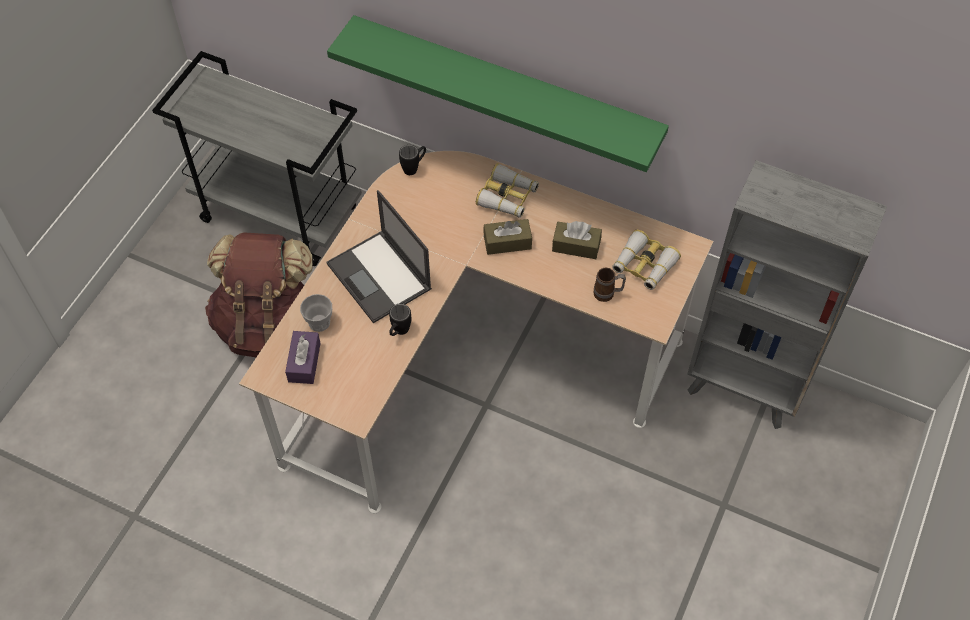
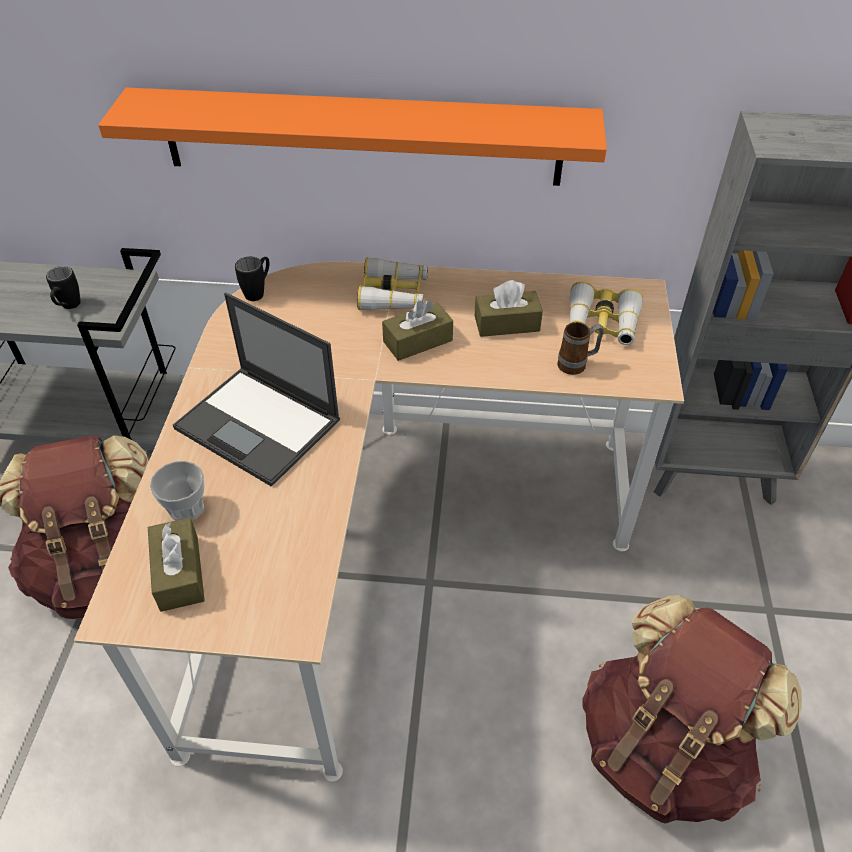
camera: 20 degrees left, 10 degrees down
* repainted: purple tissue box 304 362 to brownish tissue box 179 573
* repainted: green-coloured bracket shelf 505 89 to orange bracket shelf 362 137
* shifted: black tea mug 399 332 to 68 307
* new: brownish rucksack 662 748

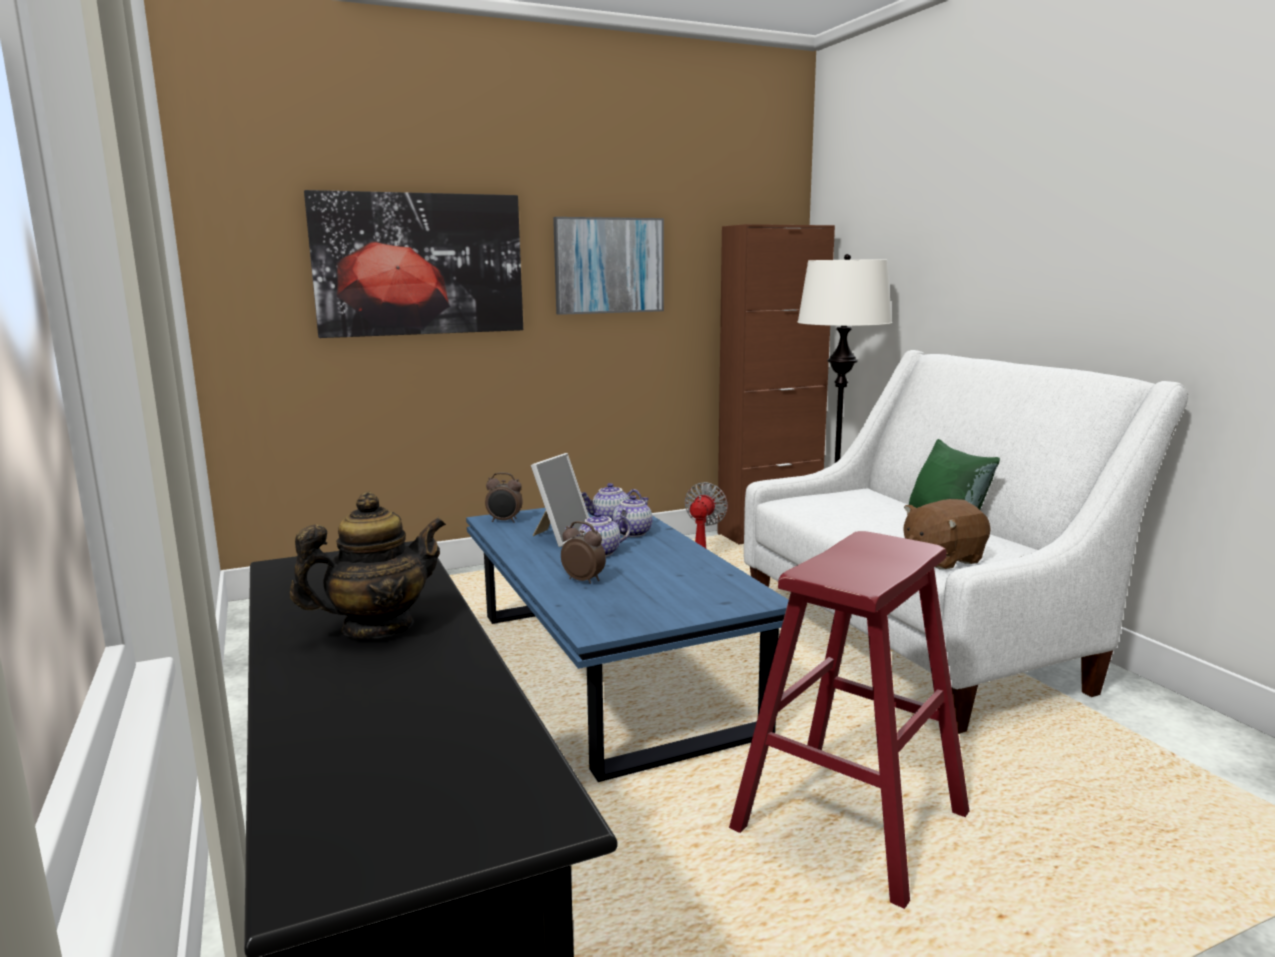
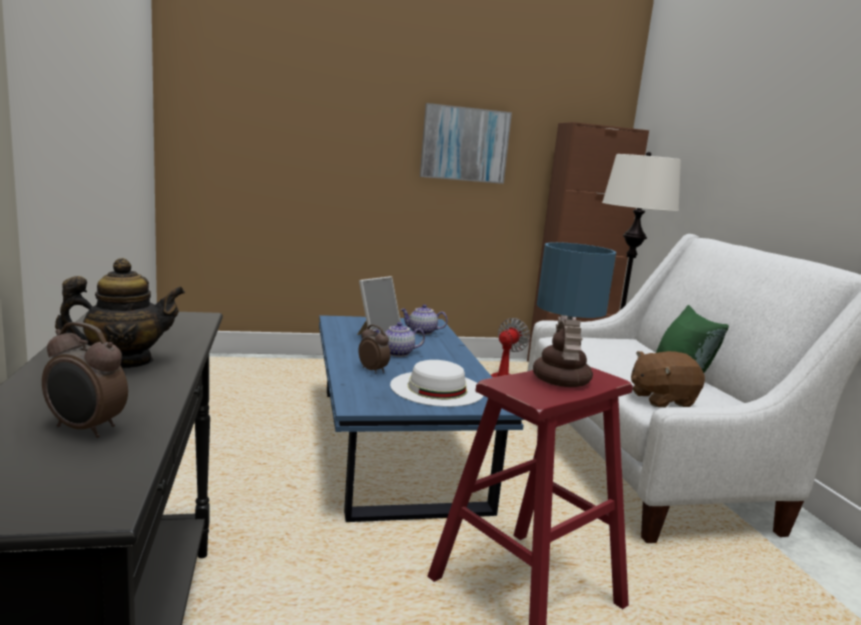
camera: 10 degrees right, 0 degrees up
* gone: picture 419 264
* shifted: table clock 504 521 to 85 429
* gone: pot for tea 632 533
* new: white clothing hat 437 388
* new: table lamp 559 378

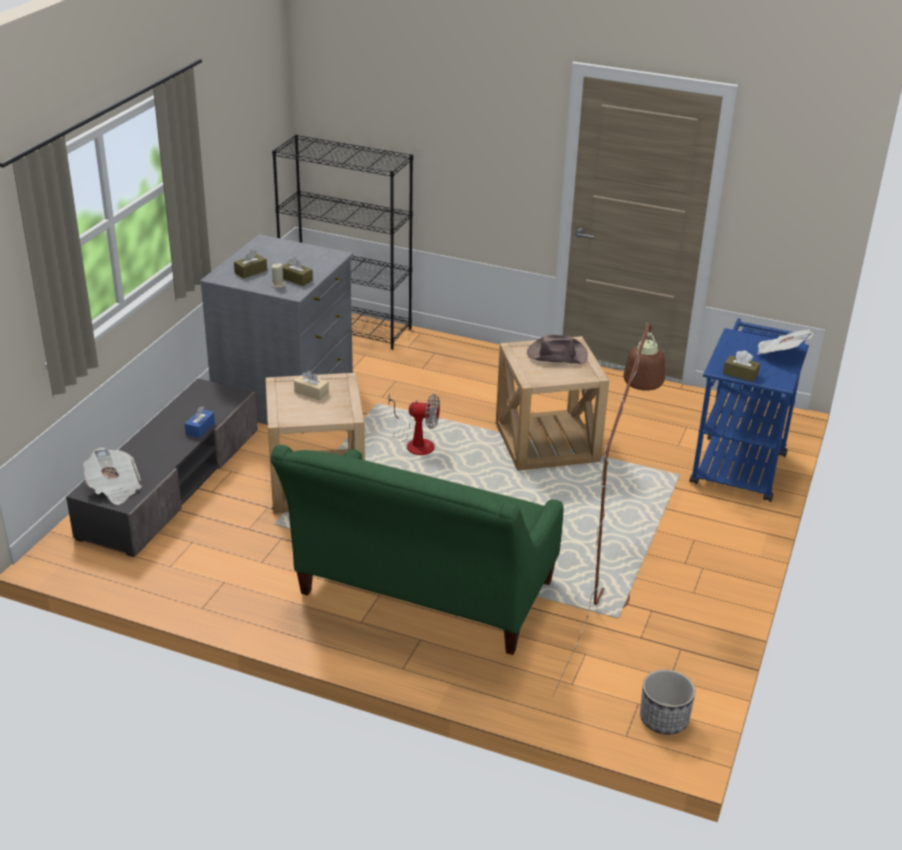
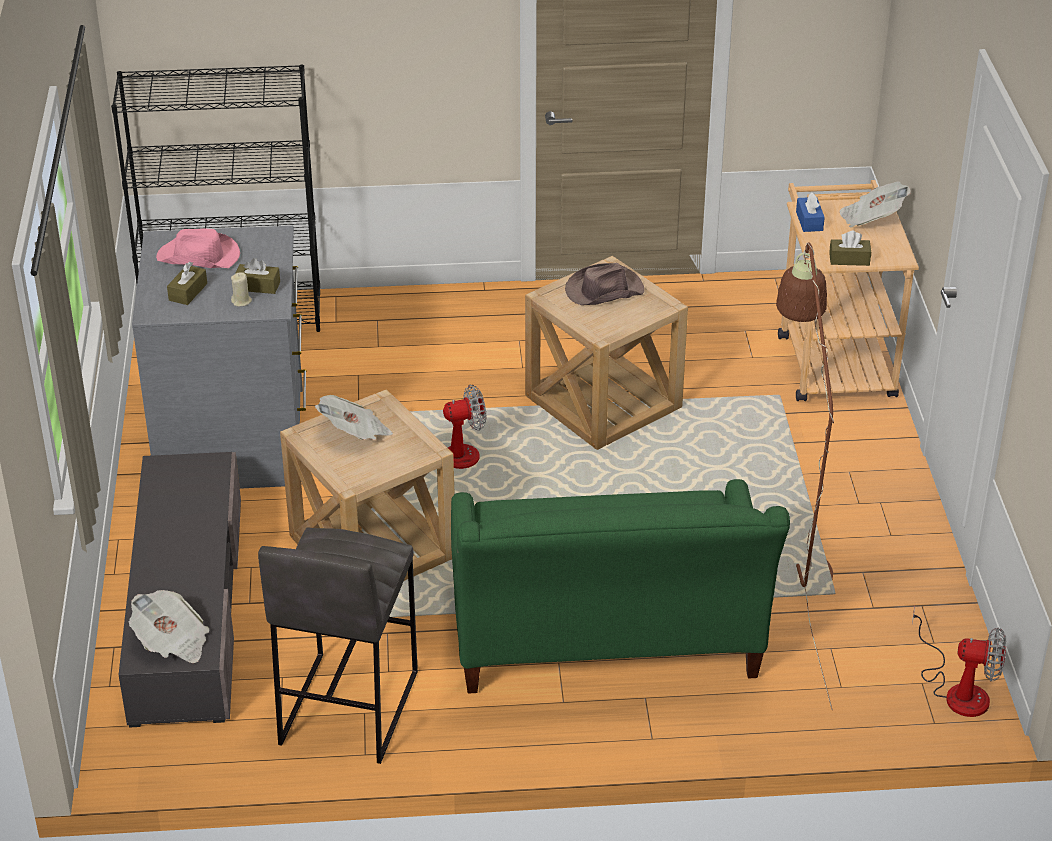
camera: 25 degrees left, 5 degrees up
* shifted: blue tissue box 200 428 to 809 221
* swapped: sand-coloured tissue box 311 392 to printed paper 355 434
* swapped: flower pot 663 719 to cooling fan 958 690
* repainted: blue cart 740 463 to sand-coloured cart 833 358
* new: pink-coloured clothing hat 199 257
* new: grey stool 347 708

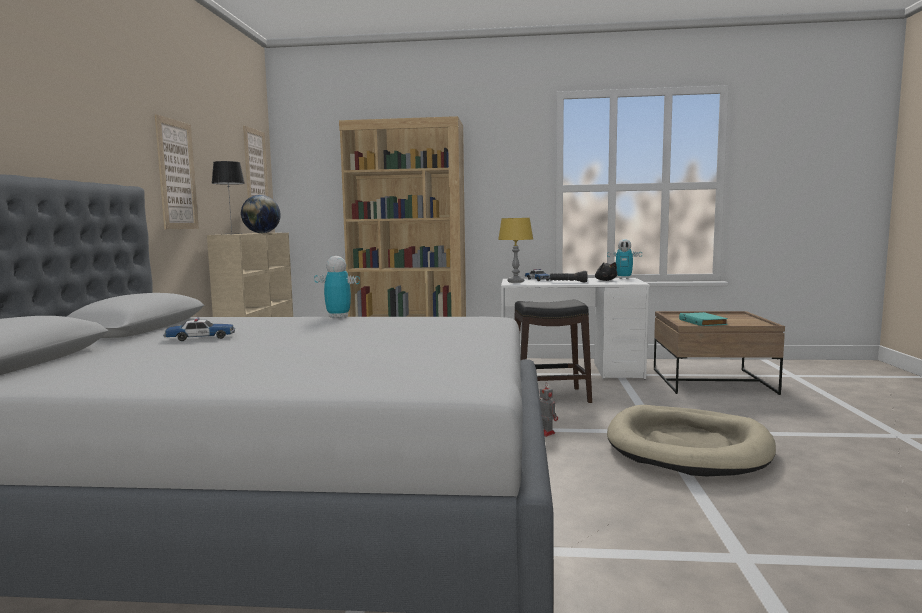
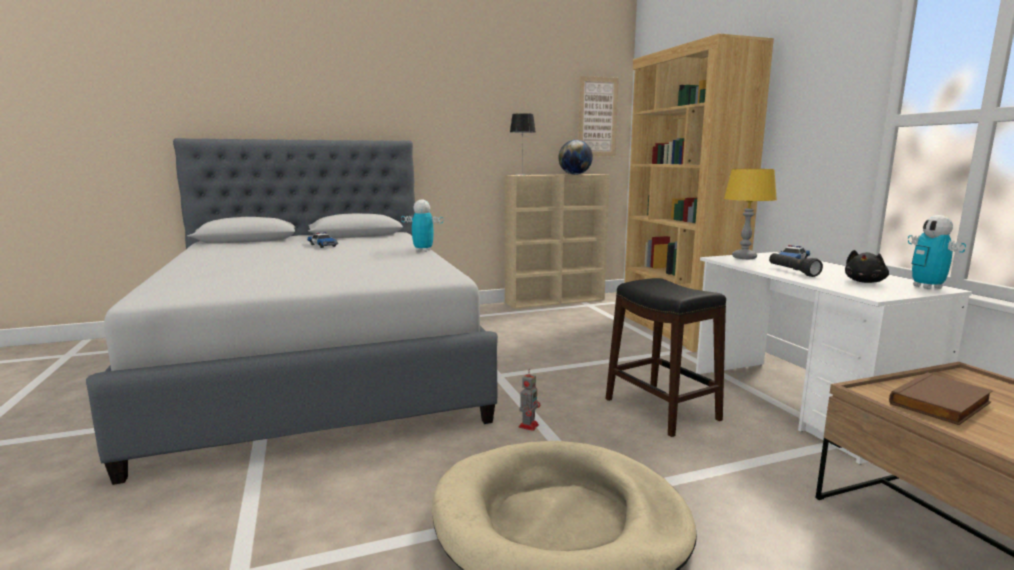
camera: 65 degrees right, 5 degrees up
* gone: picture 177 175
* rotated: model robot 338 316 = 423 250 75 degrees counterclockwise
* repainted: turquoise volume 704 322 to brownish volume 942 404

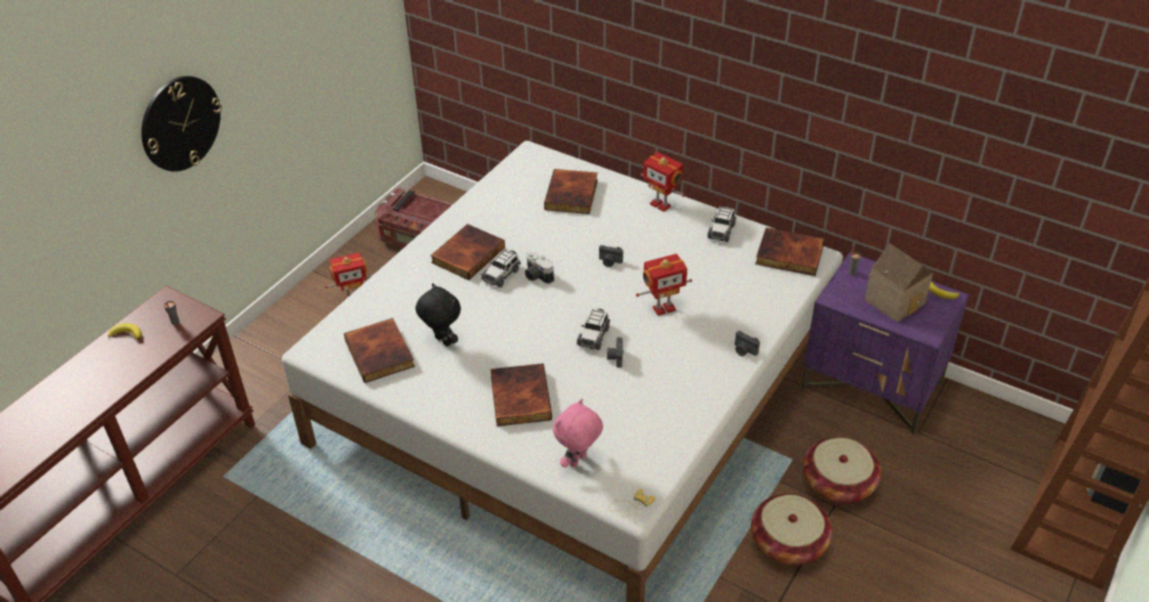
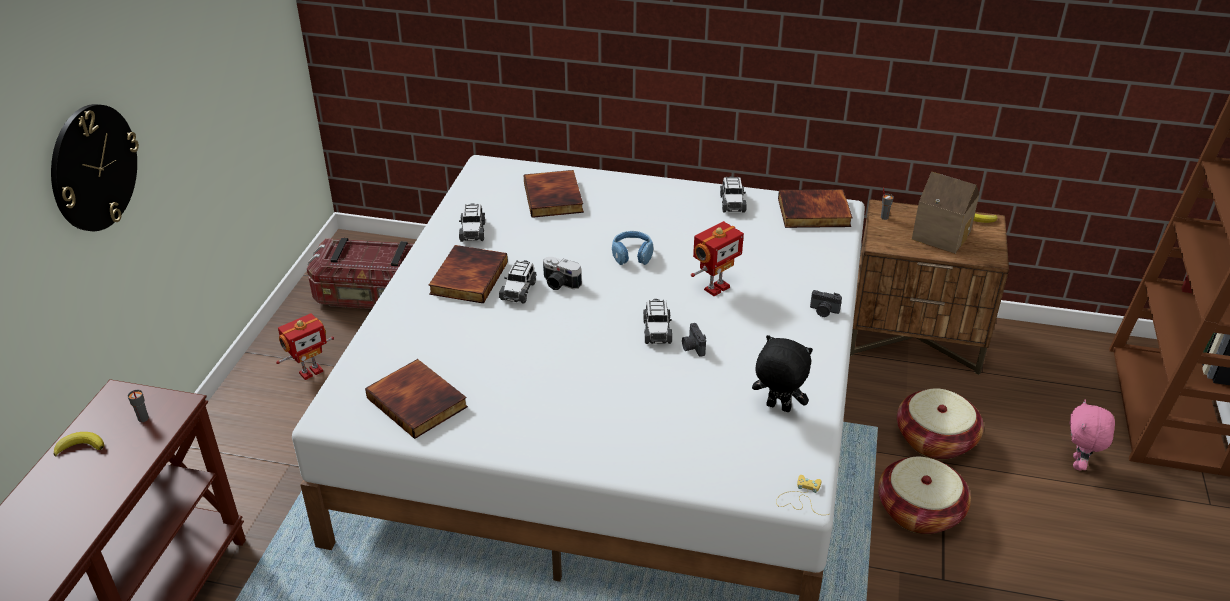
camera: 20 degrees left, 5 degrees down
* shifted: black soft toy 441 341 to 777 408
* gone: volume 519 397
* shifted: pink-coloured soft toy 578 461 to 1079 464
* swapped: still camera 609 262 to blue pair of headphones 632 254
* gone: model robot 661 204
* repainted: purple bedside table 873 386 to brownish bedside table 915 338
* new: model car 472 231

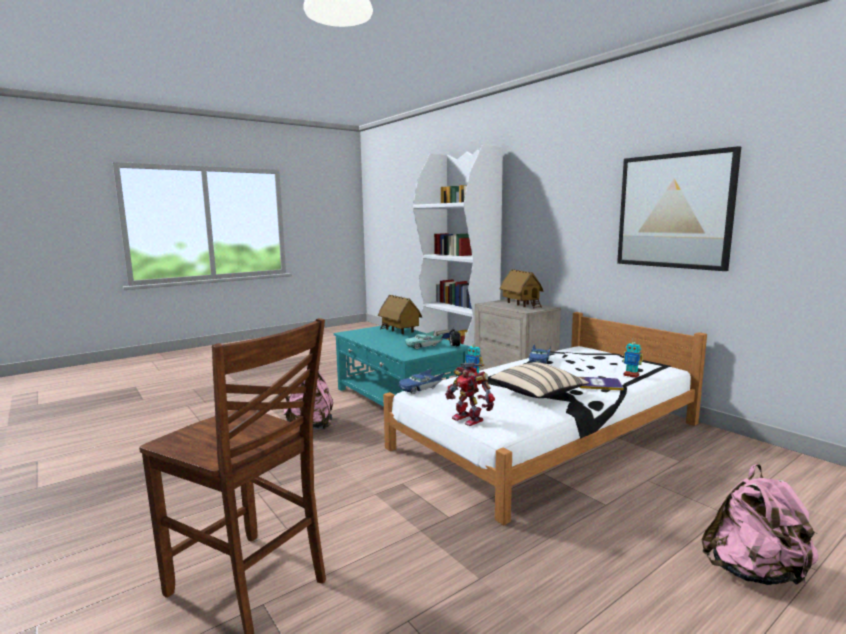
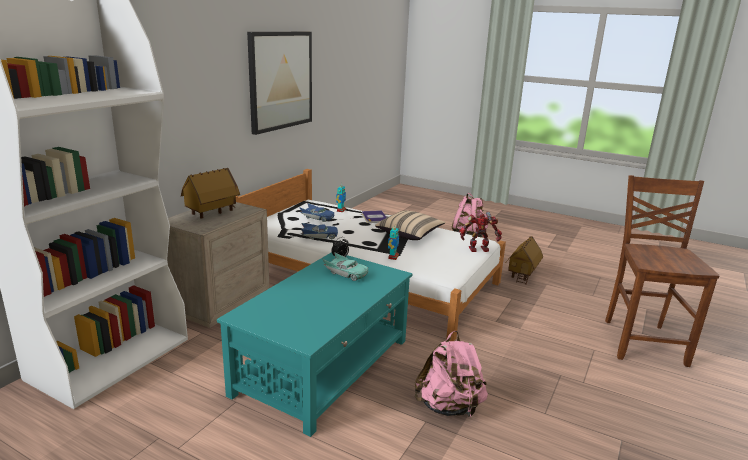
camera: 115 degrees left, 10 degrees up
* shifted: miniature house 399 331 to 522 274
* shifted: blue model car 420 388 to 317 217
* rotated: model robot 469 419 = 479 250 120 degrees counterclockwise

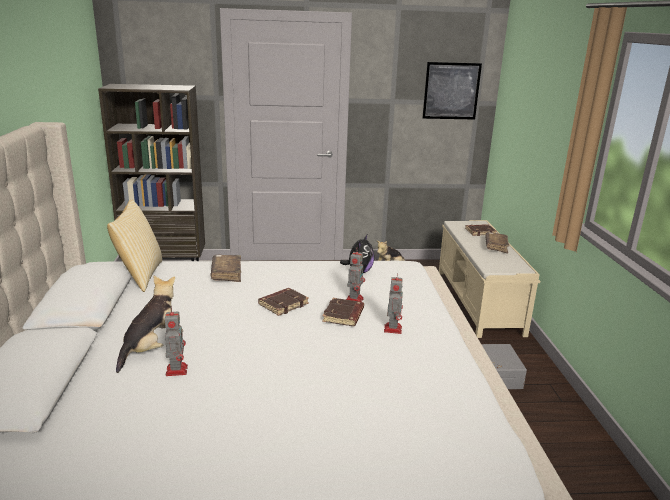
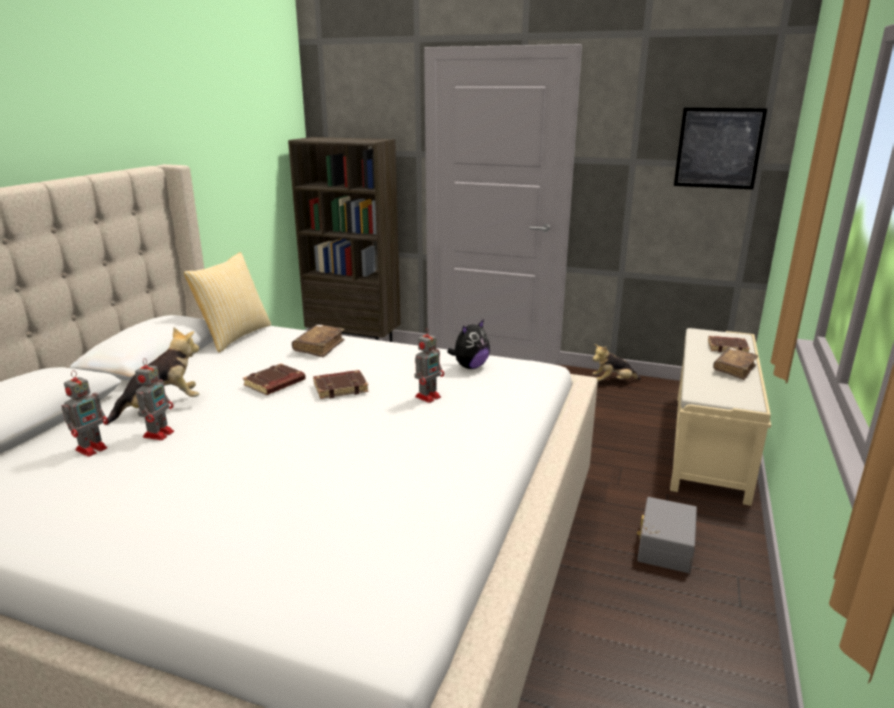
camera: 25 degrees right, 0 degrees up
* shifted: brownish volume 344 316 to 275 384
* shifted: model robot 392 328 to 93 448

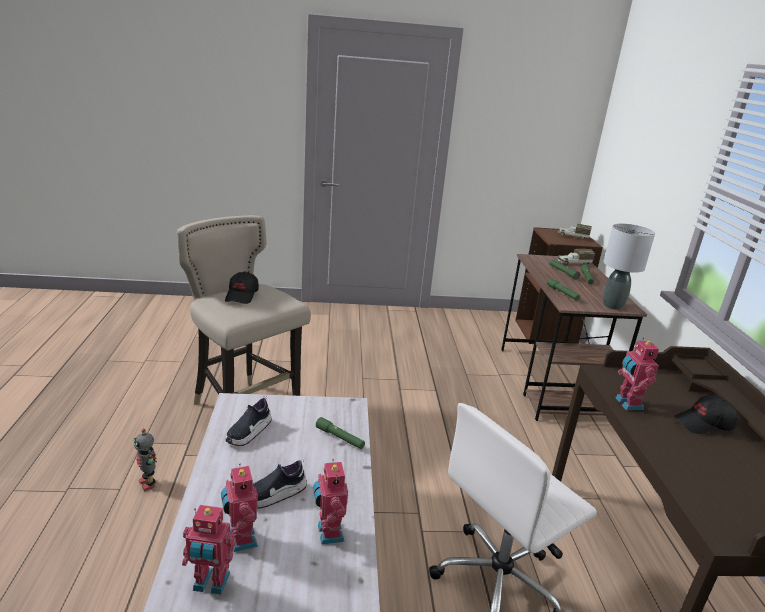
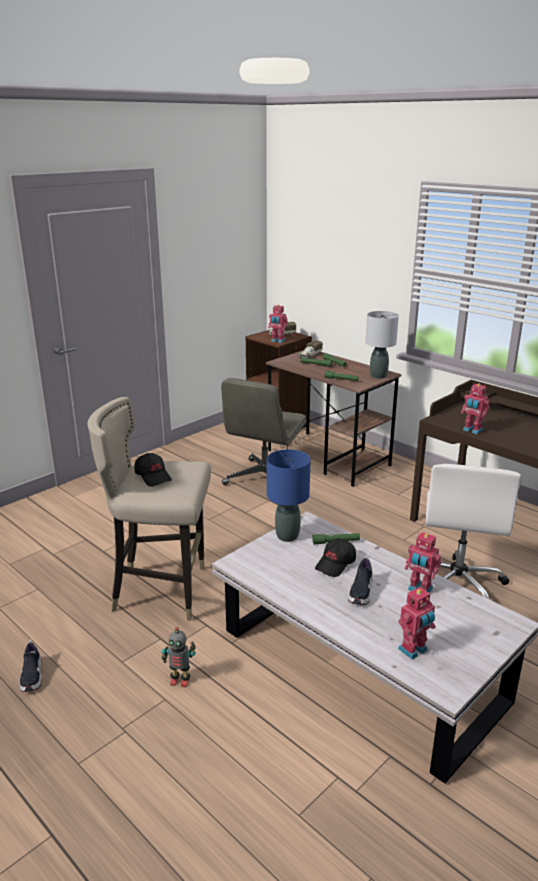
camera: 40 degrees left, 0 degrees up
* shifted: model robot 240 539 to 277 341
* shifted: shoe 249 432 to 32 676
* shifted: black cap 704 424 to 336 564
* new: grey desk chair 264 478
* new: blue table lamp 288 536

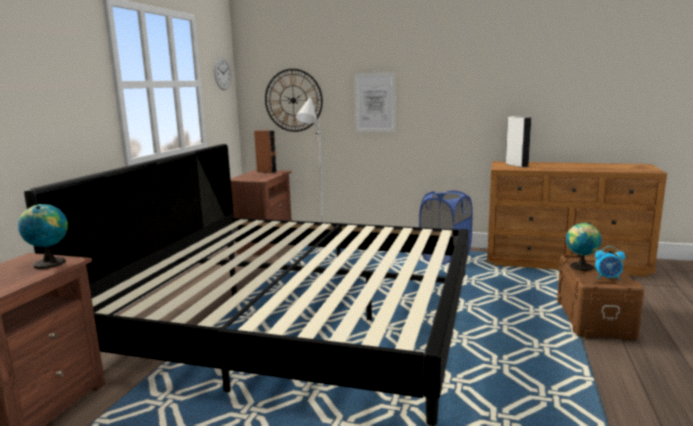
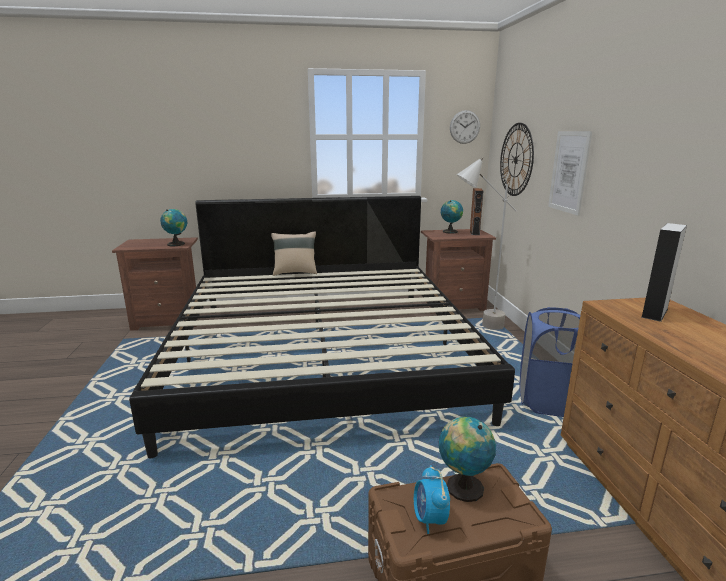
camera: 65 degrees right, 5 degrees up
* new: sand-coloured pillow 295 272
* new: world globe 450 231

